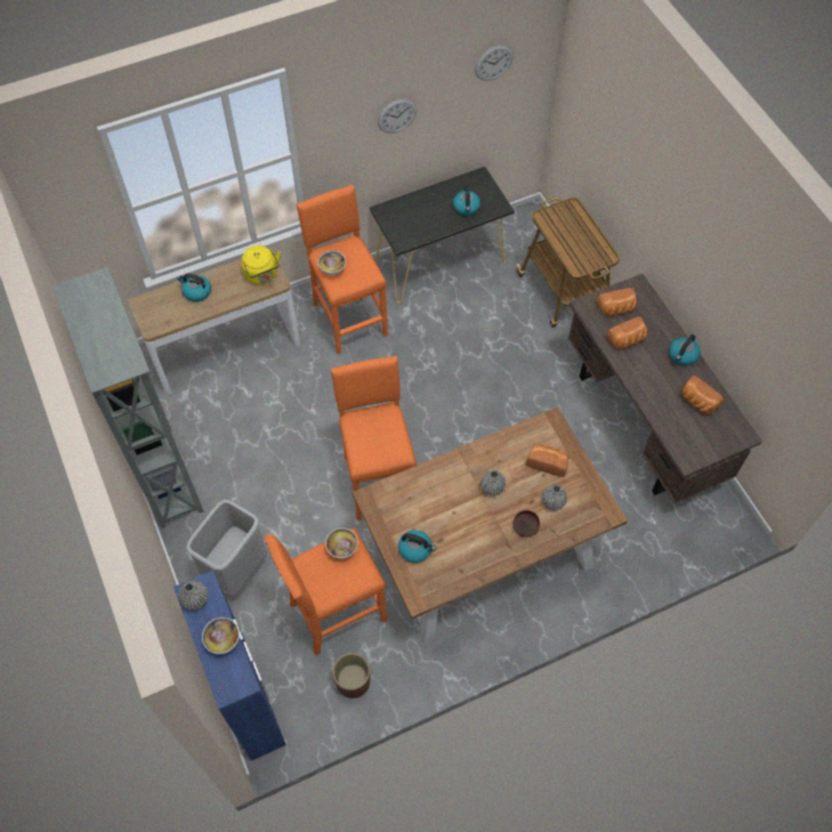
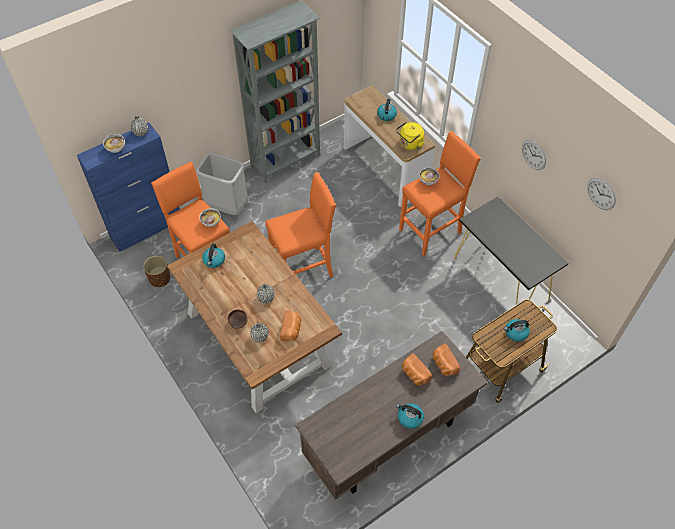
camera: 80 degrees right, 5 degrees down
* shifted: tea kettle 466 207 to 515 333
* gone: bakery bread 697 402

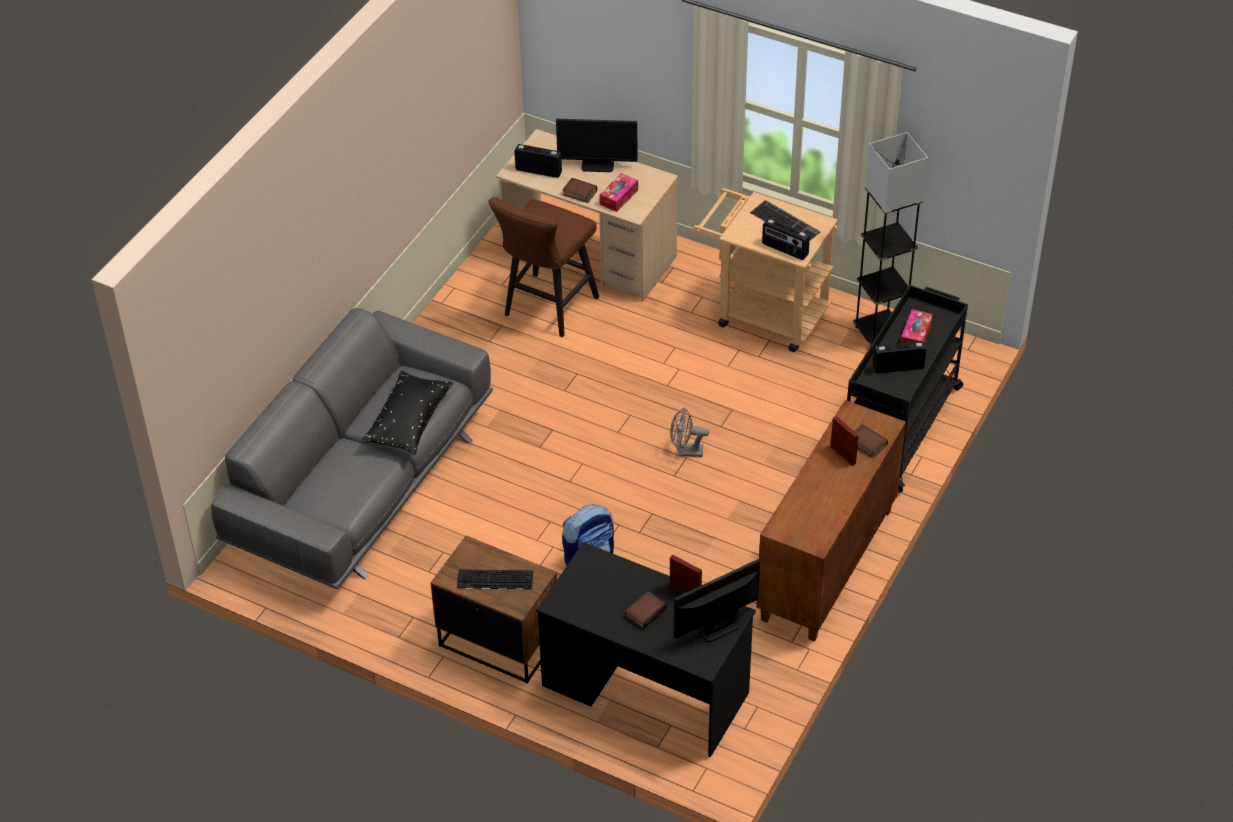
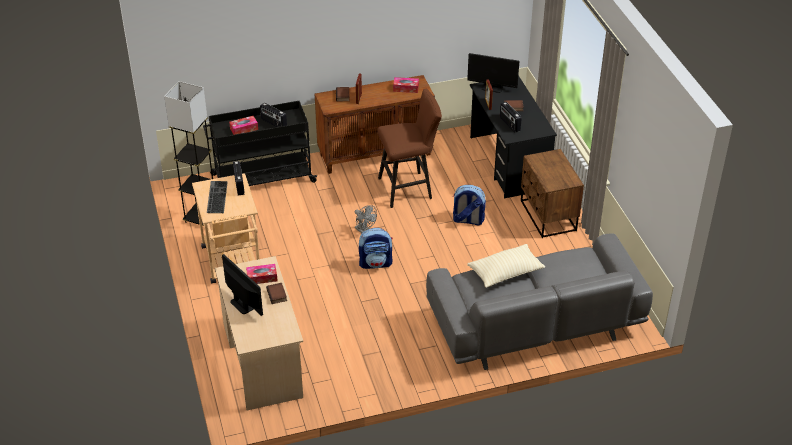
camera: 135 degrees left, 5 degrees down
* repainted: black pillow 409 422 to sand-coloured pillow 505 273
* gone: computer keyboard 494 580
* shifted: brownish stool 546 309 to 409 188
* shifted: radio 538 171 to 509 124
* new: rucksack 376 263
* new: tissue box 406 88

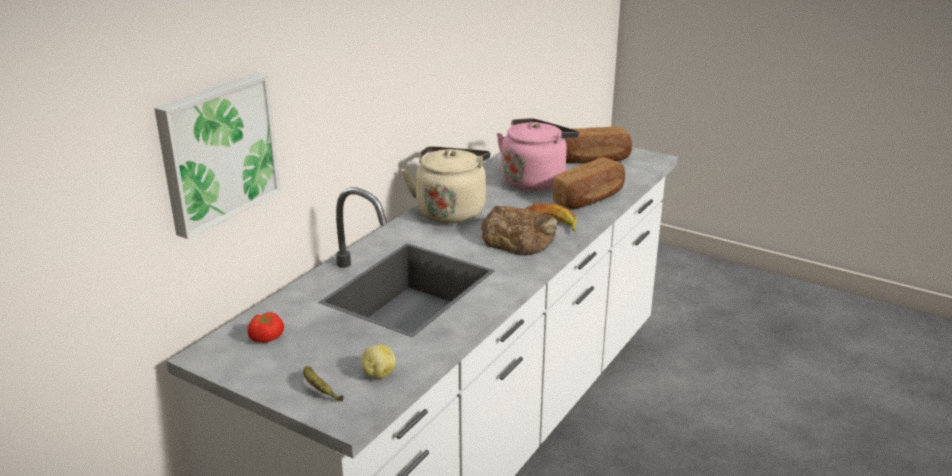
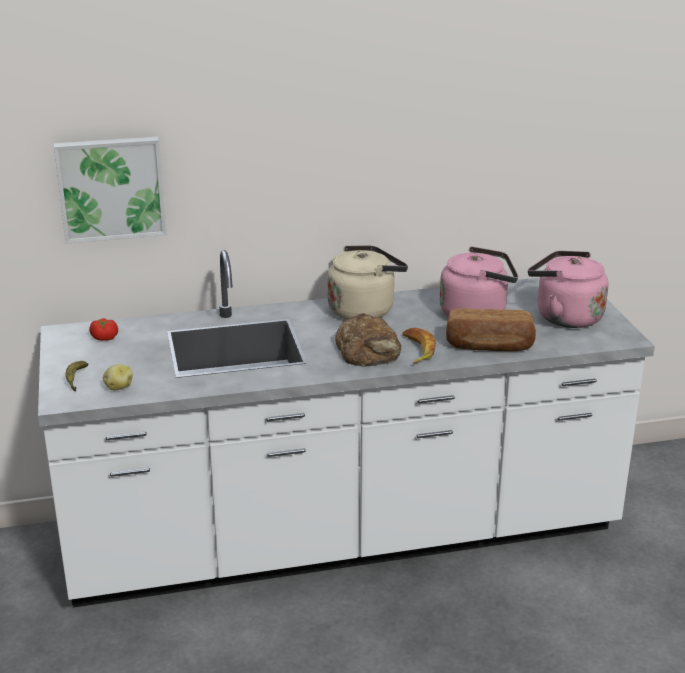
camera: 45 degrees right, 0 degrees up
* swapped: bakery bread 592 159 to pink-coloured tea kettle 564 317

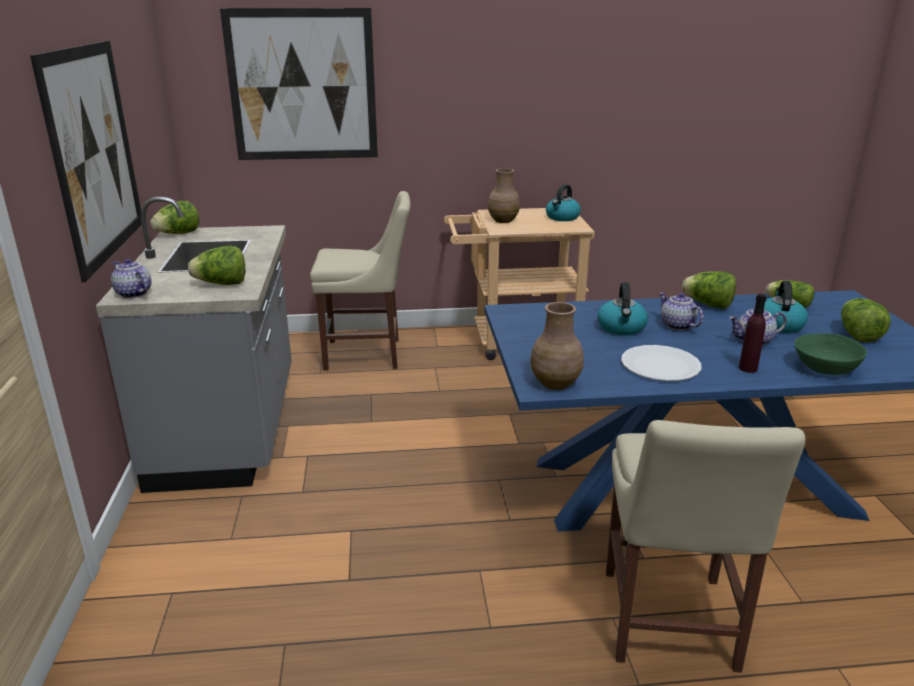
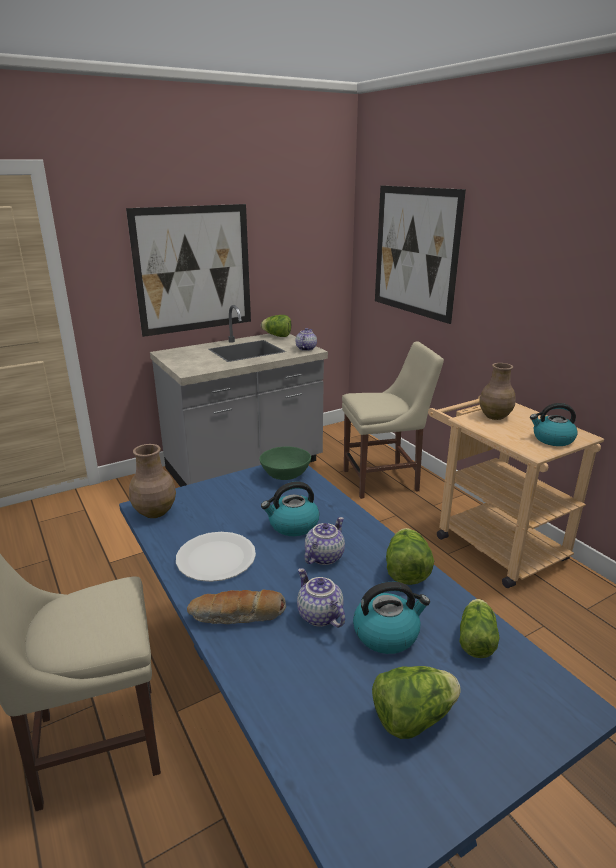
camera: 65 degrees right, 0 degrees up
* shifted: pot for tea 132 294 to 305 348
* gone: lettuce head 222 284
* rotated: sand-coloured chair 367 354 = 384 480 75 degrees counterclockwise
* swapped: purple beverage bottle 748 368 to bakery bread 237 616
* shifted: green-coloured bowl 825 368 to 285 474

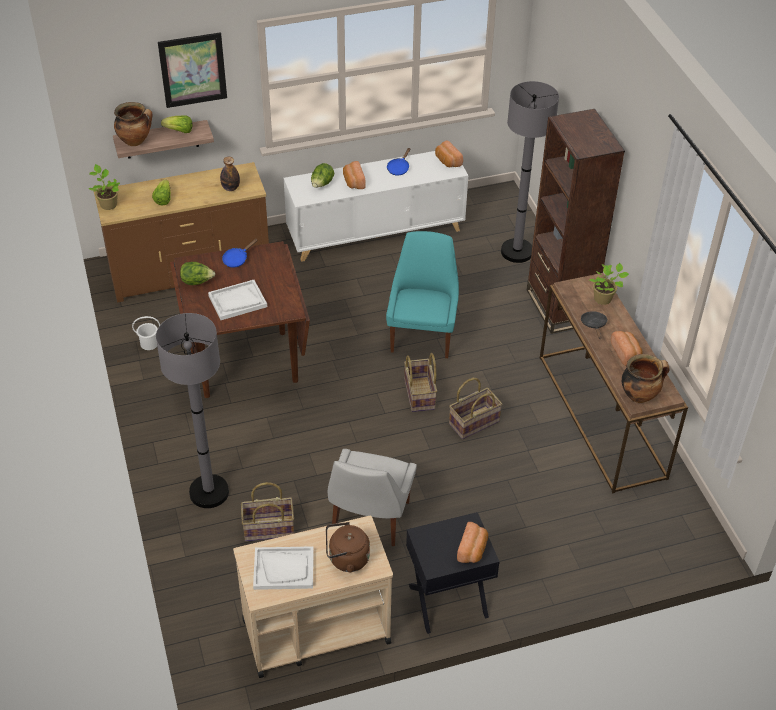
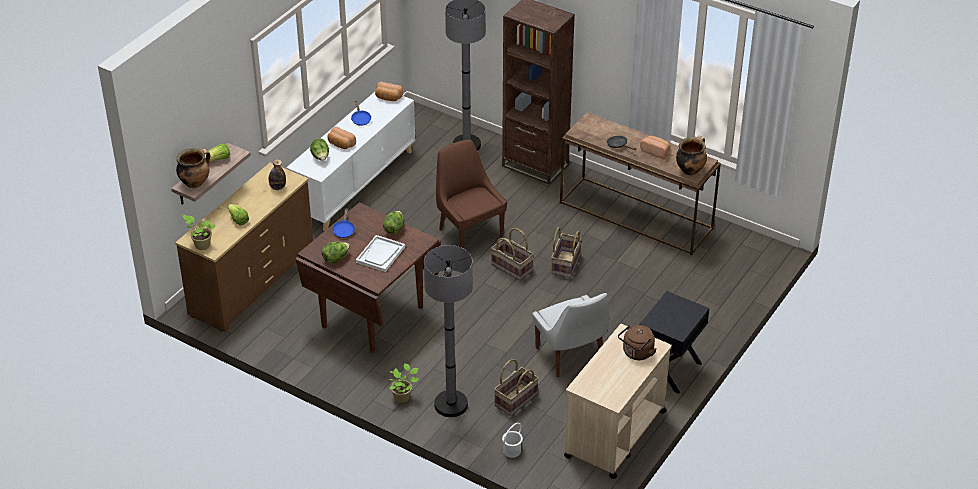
camera: 40 degrees left, 5 degrees down
* shifted: white pail 149 344 to 512 451
* gone: picture 193 70
* gone: white tray 284 569
* repainted: turquoise chair 422 335 to brownish chair 469 231
* gone: bakery bread 473 550
* shifted: houseplant 604 299 to 403 397
* new: lettuce head 394 229

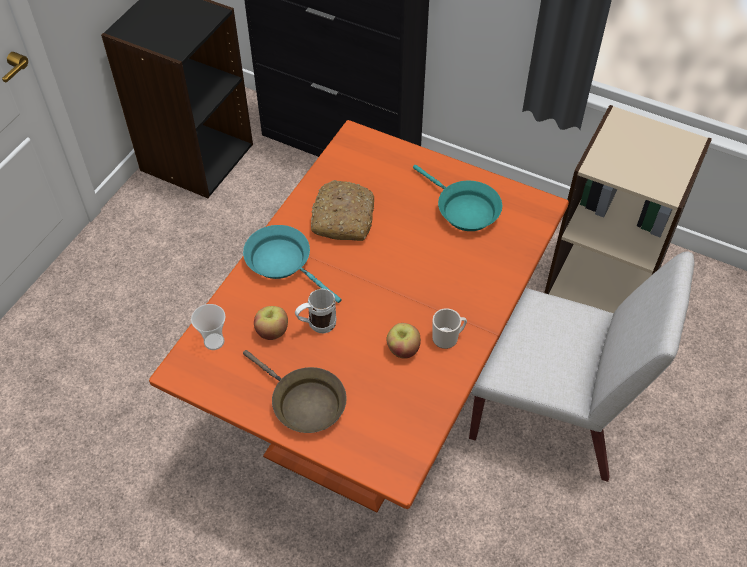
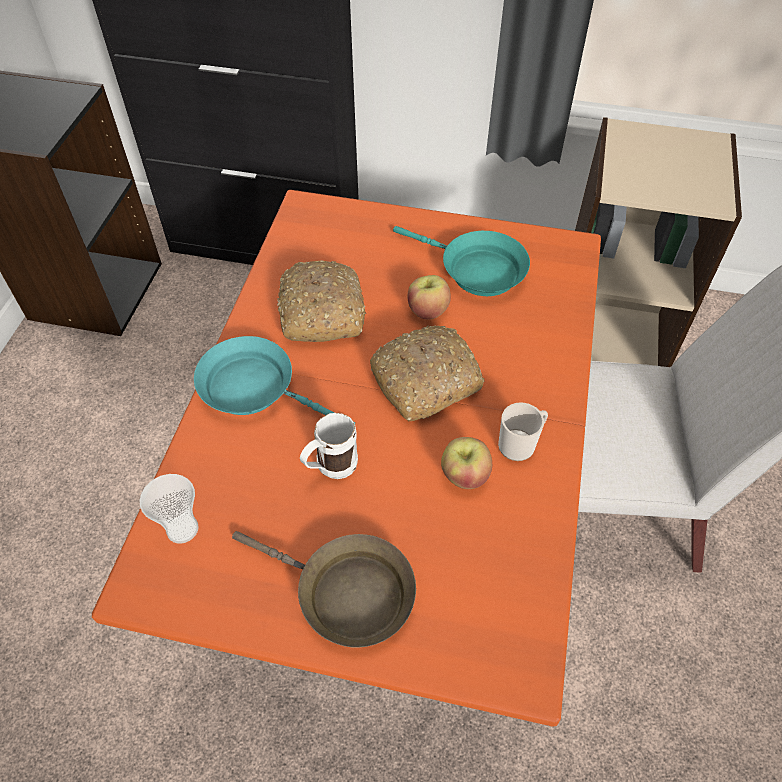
camera: 15 degrees left, 0 degrees up
* shifted: apple 272 331 to 428 310
* new: bakery bread 427 379

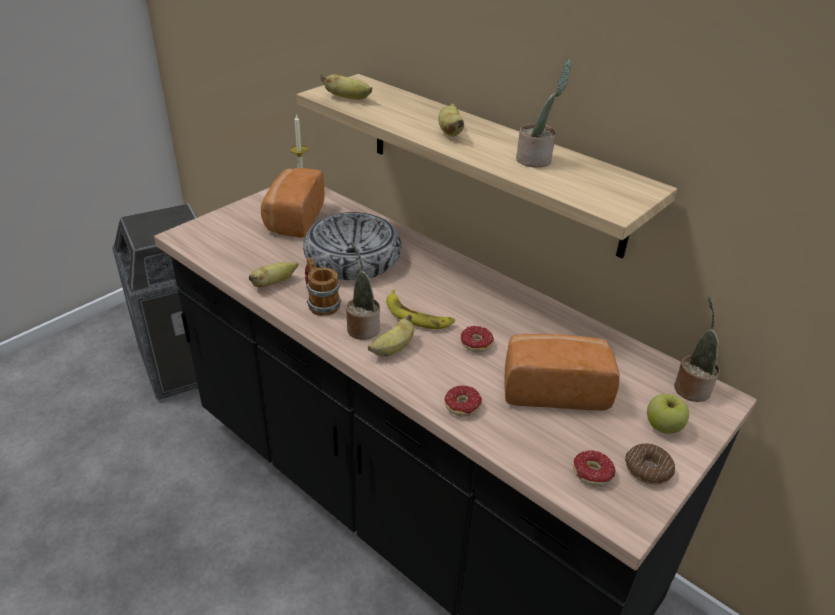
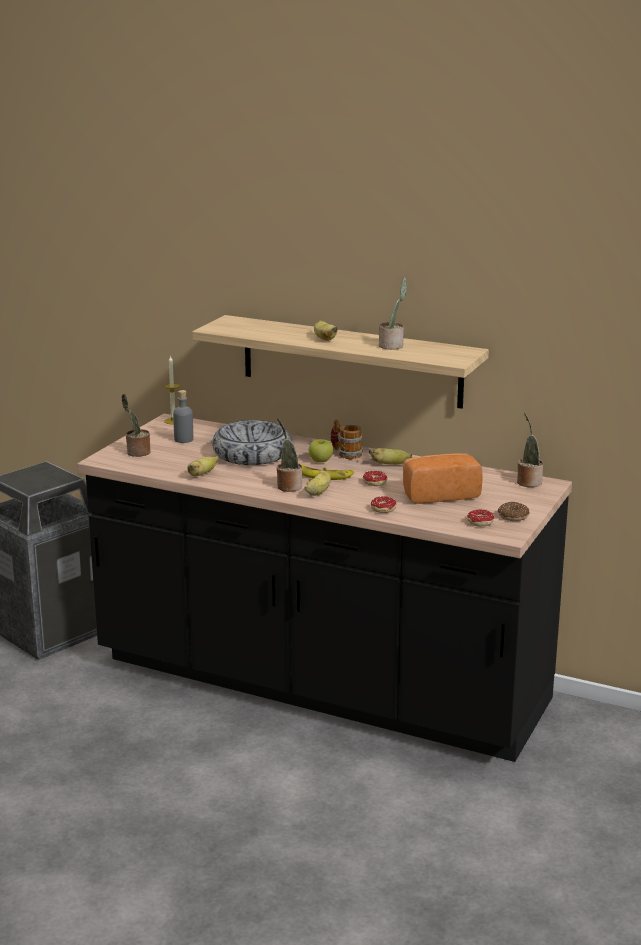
camera: 15 degrees left, 15 degrees down
* swapped: bakery bread 293 219 to grey beverage bottle 183 439
* shifted: tea mug 320 303 to 346 453
* shifted: banana fruit 348 99 to 390 464
* shifted: apple 663 426 to 321 461
* new: houseplant 137 453

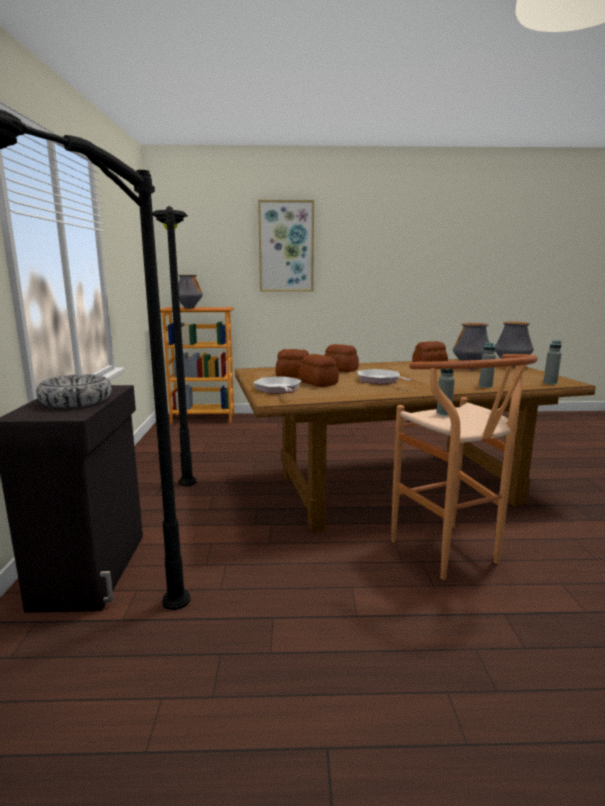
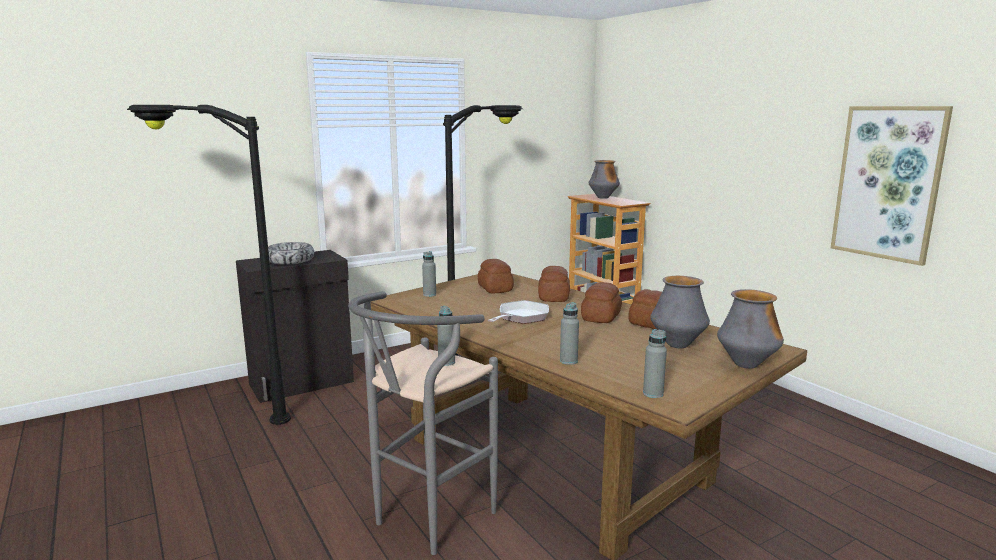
camera: 60 degrees right, 0 degrees up
* swapped: skillet 278 390 to grey beverage bottle 429 294
* shifted: picture 286 247 to 888 183
* shifted: bakery bread 318 383 to 600 317
* repainted: brownish stool 452 556 to grey stool 426 522

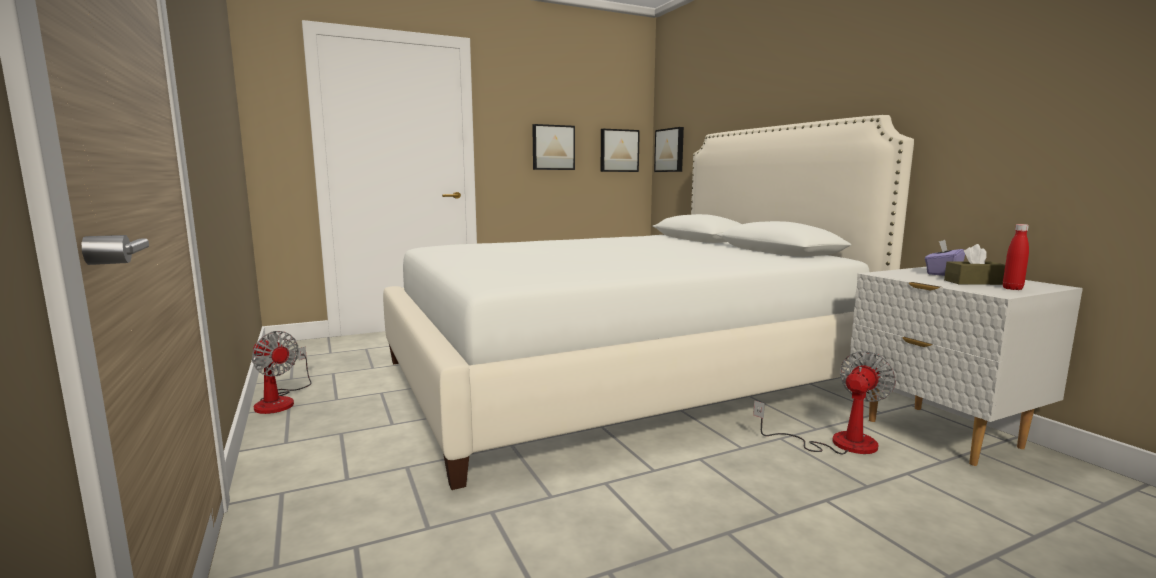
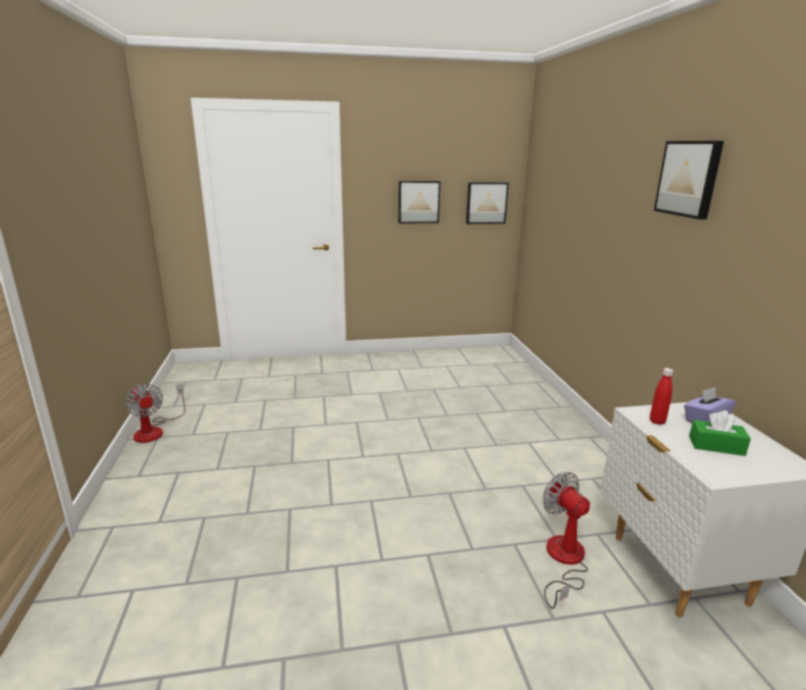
camera: 15 degrees right, 10 degrees up
* gone: white bedroom bed 619 376
* shifted: picture 670 150 to 689 178
* rotated: cooling fan 837 443 = 563 561 90 degrees counterclockwise
* repainted: brownish tissue box 973 282 to green-coloured tissue box 716 446
* shifted: red beverage bottle 1012 288 to 657 421

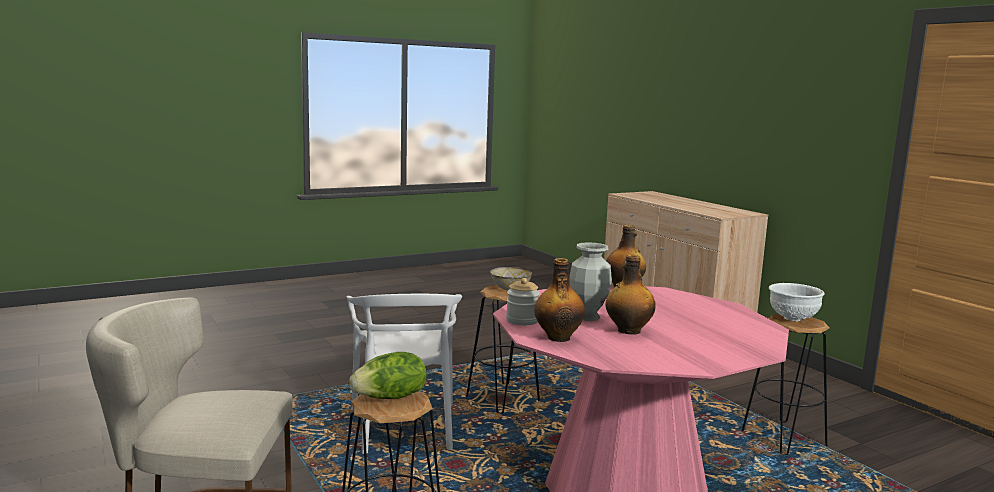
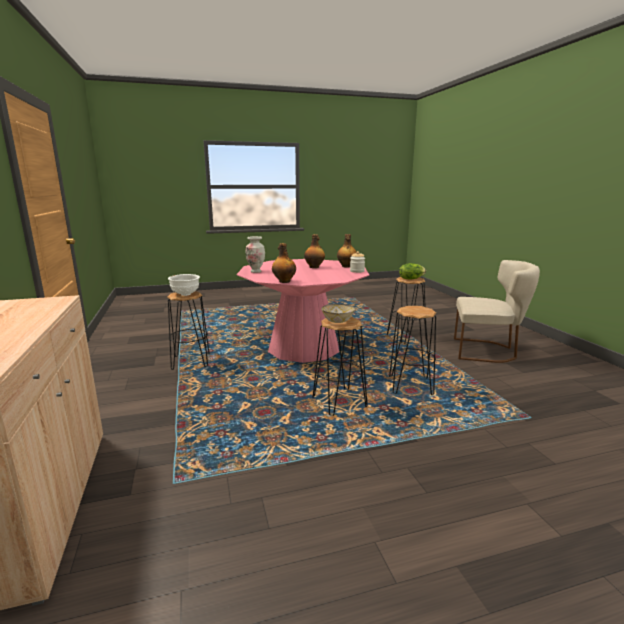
camera: 165 degrees left, 5 degrees up
* swapped: white chair 404 427 to black stool 411 386
* shifted: vase 587 317 to 256 271

